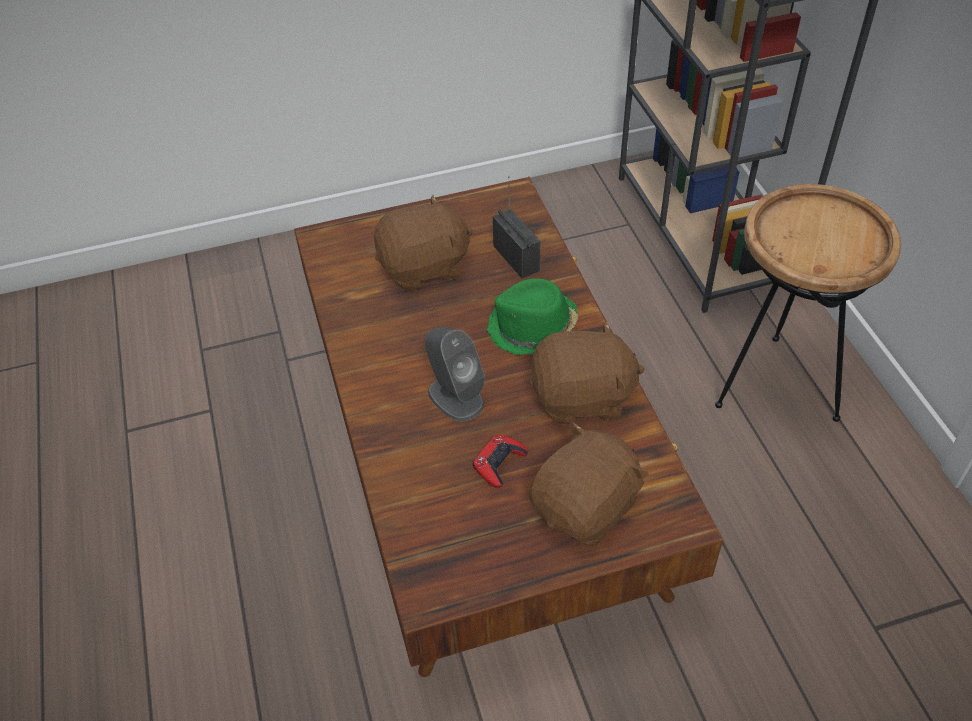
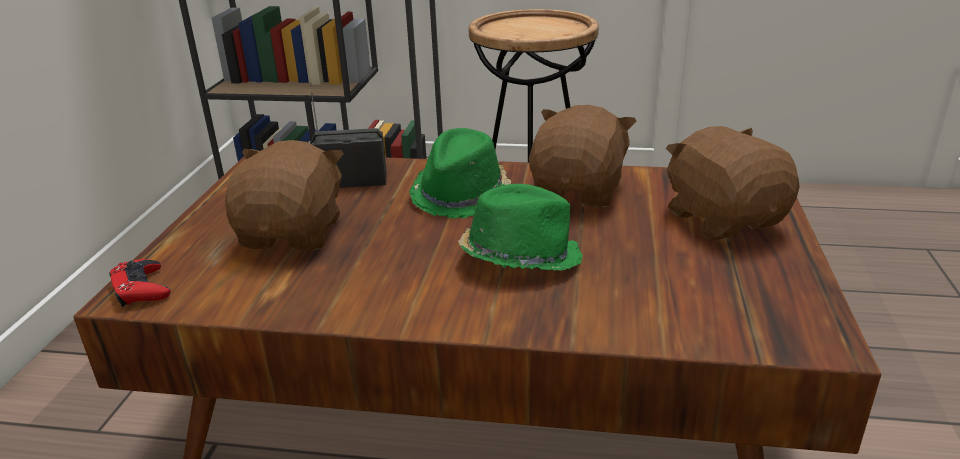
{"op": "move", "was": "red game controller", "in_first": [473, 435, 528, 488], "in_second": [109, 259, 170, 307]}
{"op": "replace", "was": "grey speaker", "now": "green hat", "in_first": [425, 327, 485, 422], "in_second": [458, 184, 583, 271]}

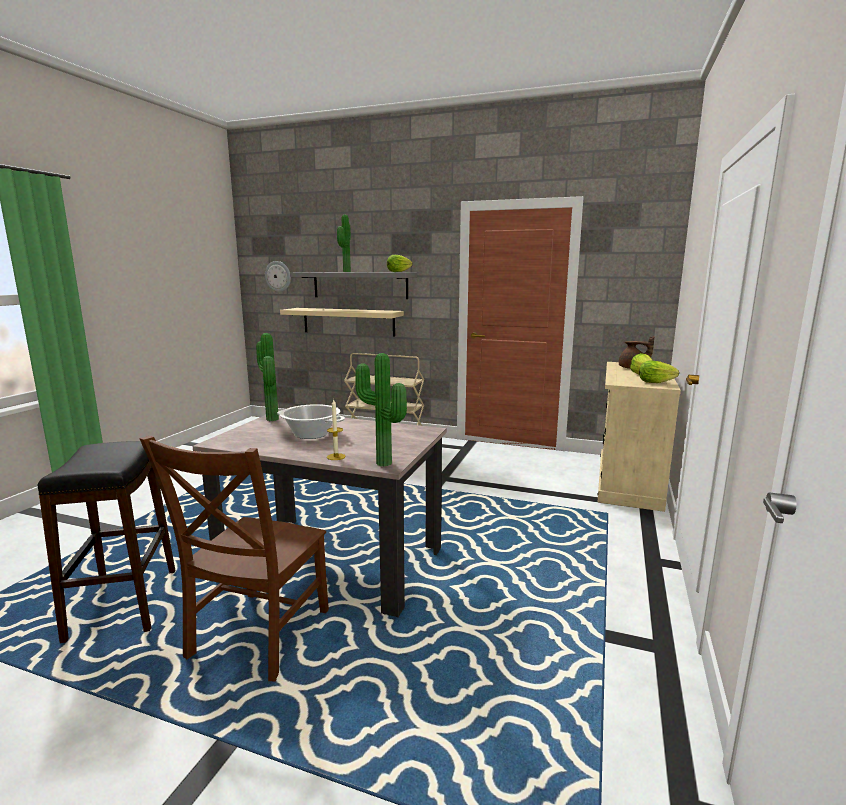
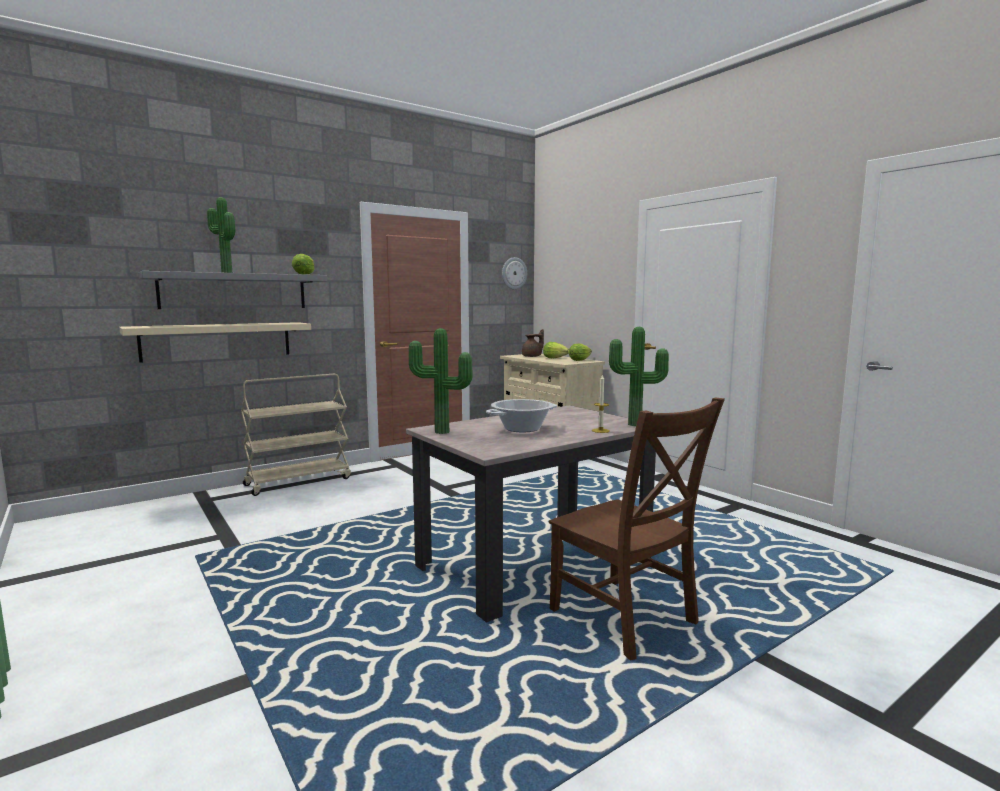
{"op": "move", "was": "wall clock", "in_first": [265, 261, 291, 292], "in_second": [502, 257, 527, 289]}
{"op": "delete", "was": "black stool", "in_first": [38, 441, 175, 643]}

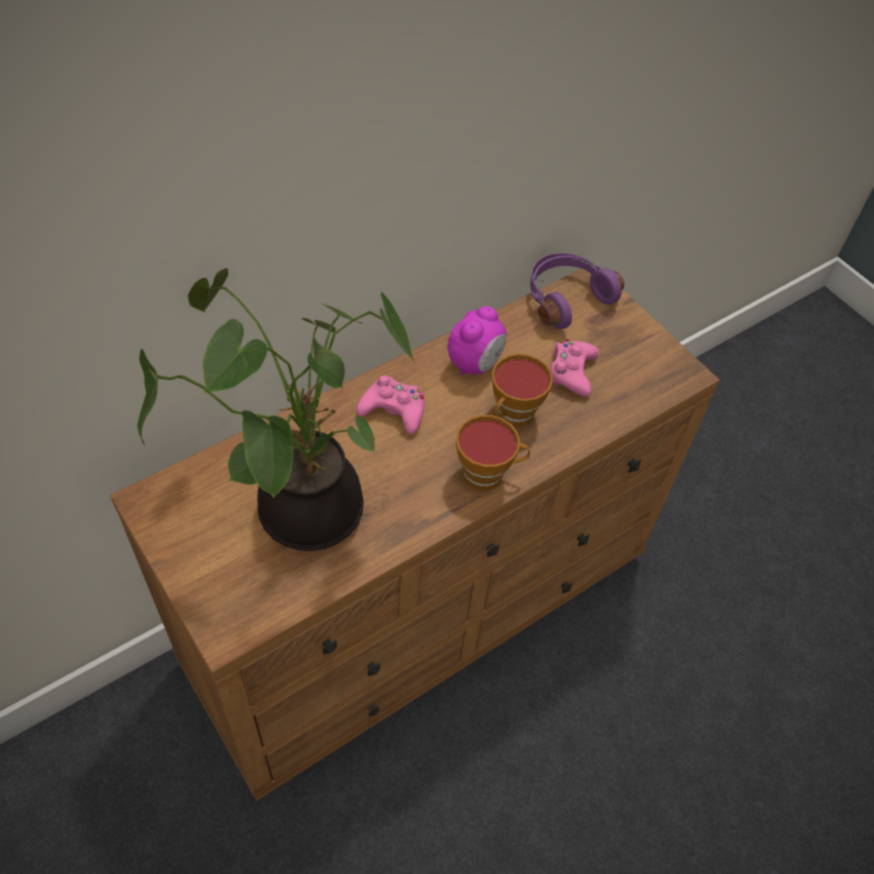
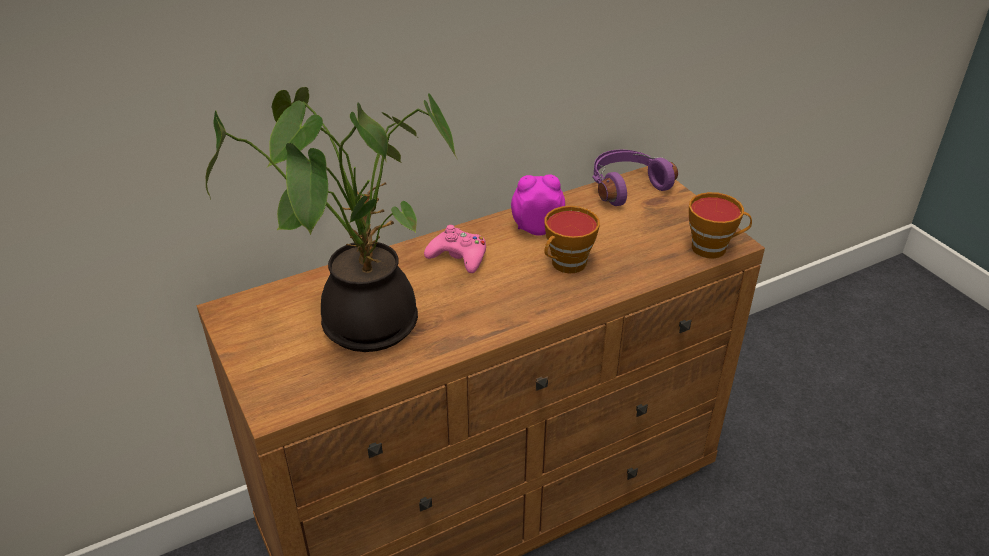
{"op": "rotate", "was": "alarm clock", "in_first": [448, 306, 507, 376], "in_second": [511, 174, 565, 236], "clockwise": -135}
{"op": "move", "was": "cup", "in_first": [456, 415, 530, 491], "in_second": [689, 192, 752, 259]}
{"op": "delete", "was": "pink game controller", "in_first": [550, 339, 599, 397]}

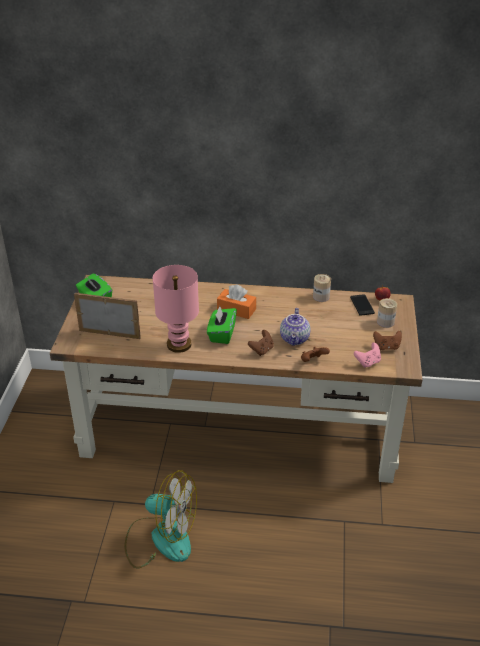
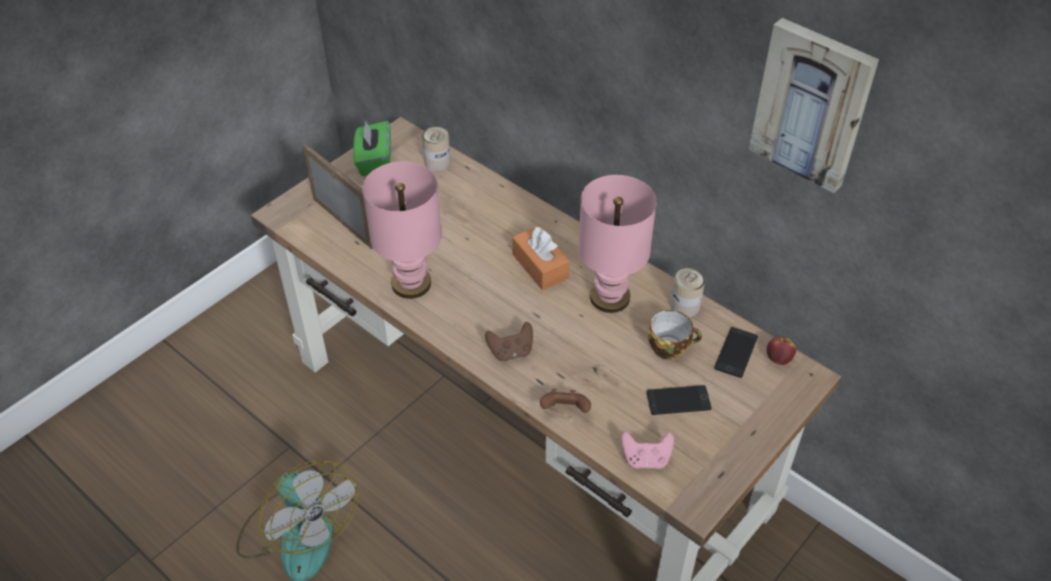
{"op": "move", "was": "can", "in_first": [377, 298, 397, 328], "in_second": [422, 127, 451, 171]}
{"op": "insert", "now": "pink table lamp", "in_second": [578, 175, 657, 313]}
{"op": "insert", "now": "phone", "in_second": [646, 385, 711, 415]}
{"op": "insert", "now": "cup", "in_second": [648, 310, 702, 360]}
{"op": "insert", "now": "picture", "in_second": [749, 18, 879, 193]}
{"op": "delete", "was": "green tissue box", "in_first": [207, 306, 237, 344]}
{"op": "delete", "was": "teapot", "in_first": [280, 308, 310, 346]}
{"op": "delete", "was": "brown game controller", "in_first": [373, 331, 402, 350]}

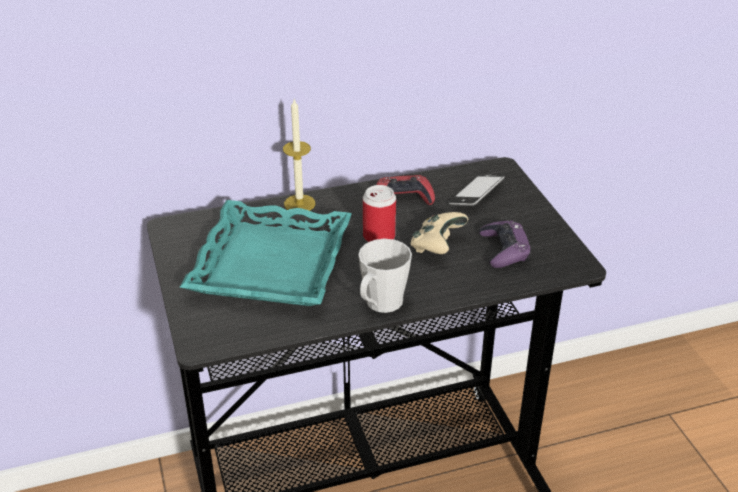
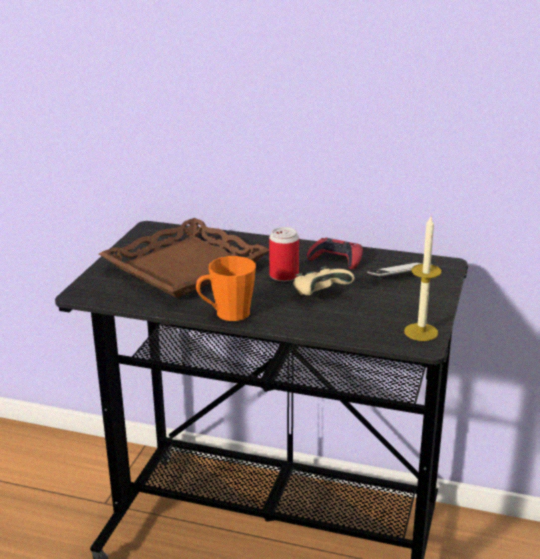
{"op": "recolor", "was": "turquoise tray", "now": "brown tray", "in_first": [180, 200, 352, 306], "in_second": [99, 218, 269, 298]}
{"op": "recolor", "was": "grey mug", "now": "orange mug", "in_first": [358, 239, 412, 313], "in_second": [196, 256, 256, 321]}
{"op": "move", "was": "candle", "in_first": [283, 99, 316, 211], "in_second": [404, 216, 441, 341]}
{"op": "delete", "was": "purple game controller", "in_first": [479, 220, 532, 268]}

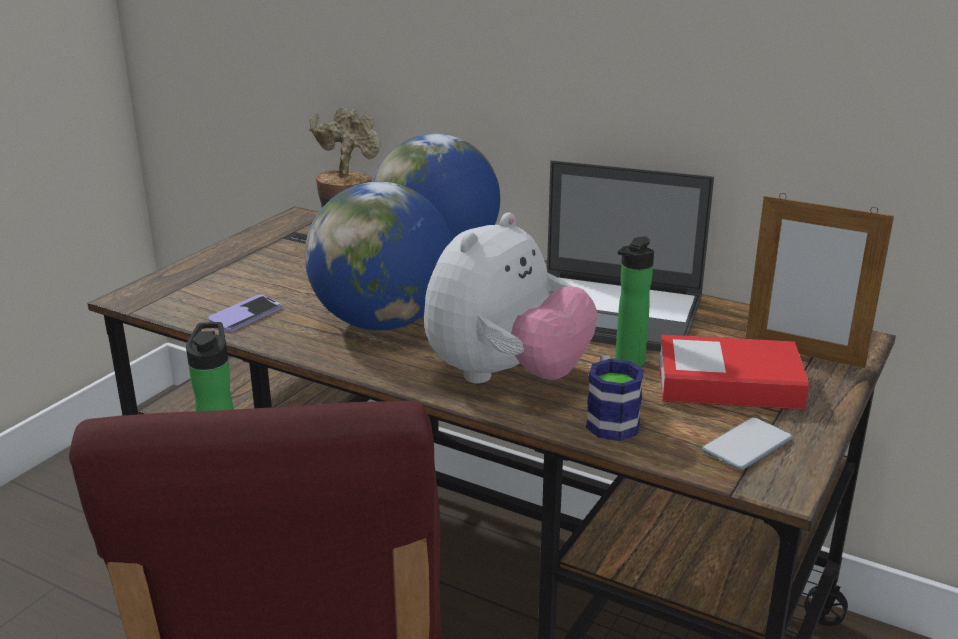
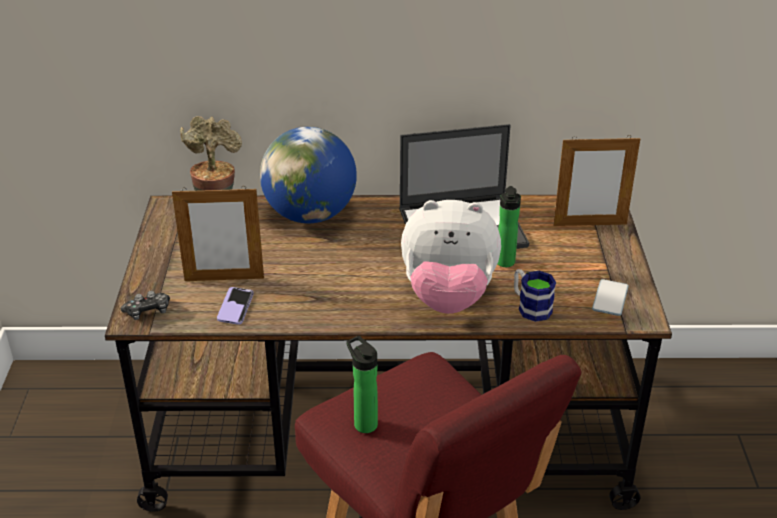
{"op": "insert", "now": "game controller", "in_second": [121, 291, 170, 320]}
{"op": "insert", "now": "picture frame", "in_second": [172, 186, 264, 281]}
{"op": "rotate", "was": "plush toy", "in_first": [424, 212, 597, 384], "in_second": [401, 200, 501, 314], "clockwise": 90}
{"op": "delete", "was": "globe", "in_first": [305, 182, 452, 330]}
{"op": "delete", "was": "book", "in_first": [659, 335, 809, 410]}

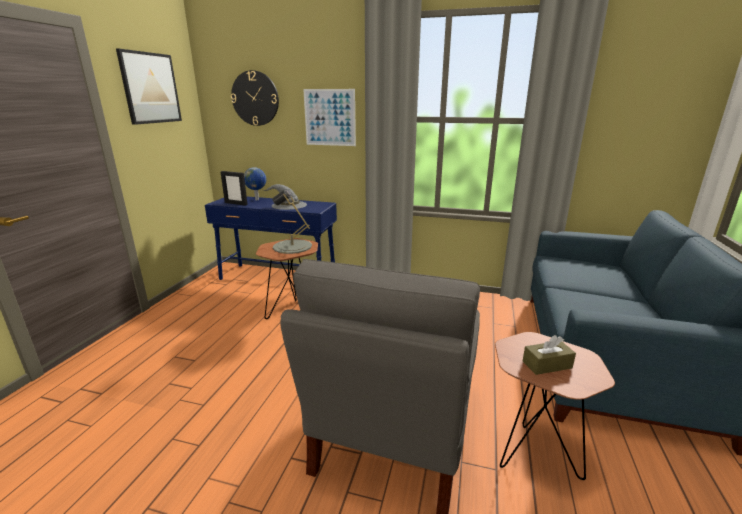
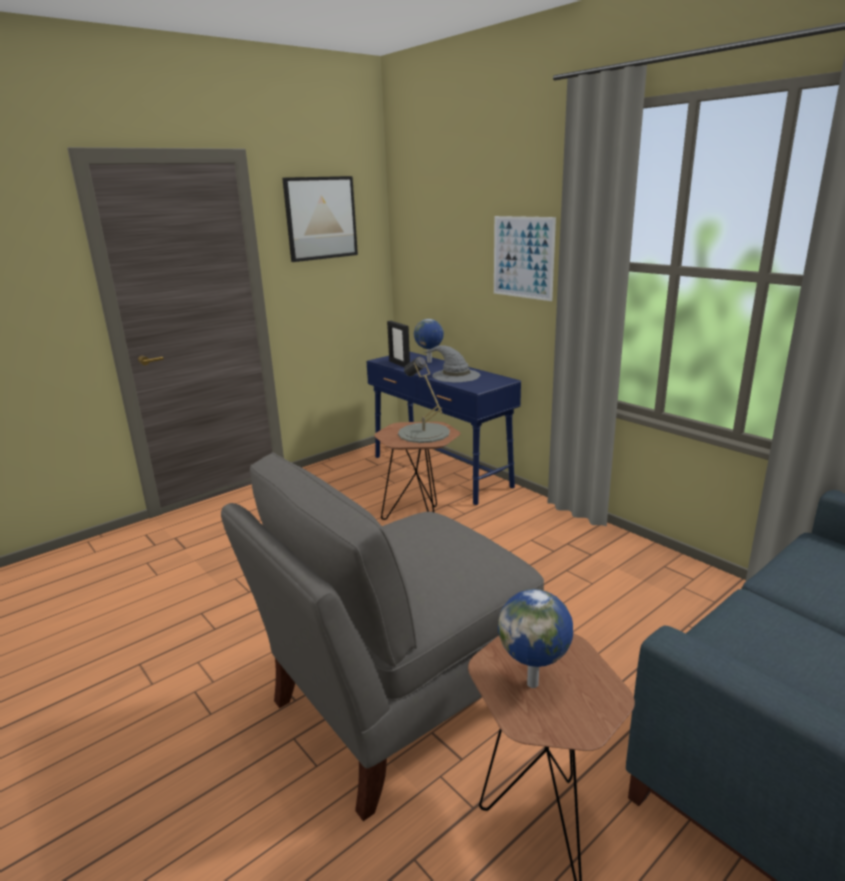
{"op": "replace", "was": "brown tissue box", "now": "globe", "in_first": [523, 335, 576, 375], "in_second": [498, 589, 573, 688]}
{"op": "delete", "was": "wall clock", "in_first": [231, 70, 279, 126]}

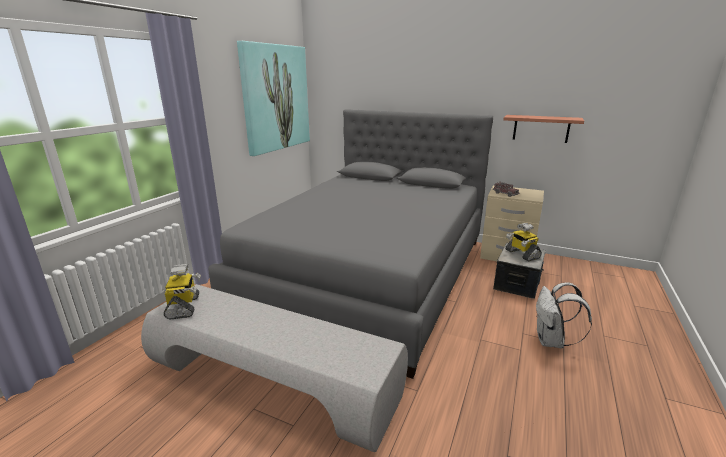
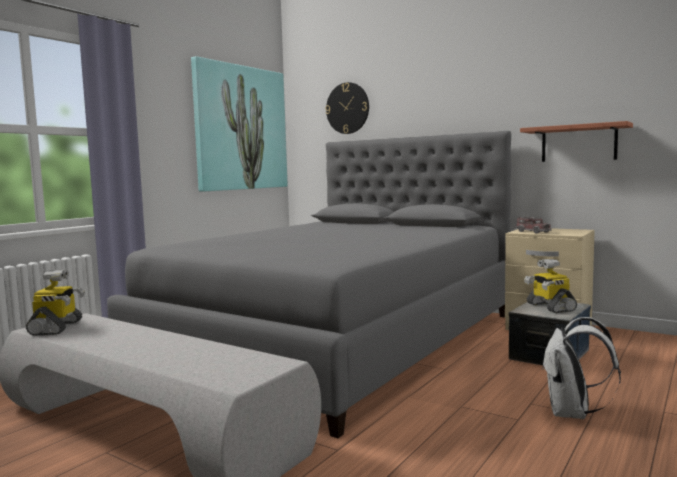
{"op": "insert", "now": "wall clock", "in_second": [325, 82, 369, 134]}

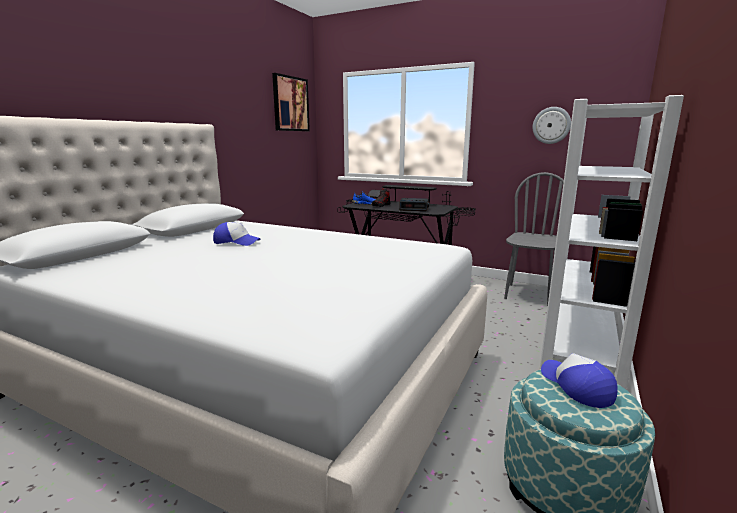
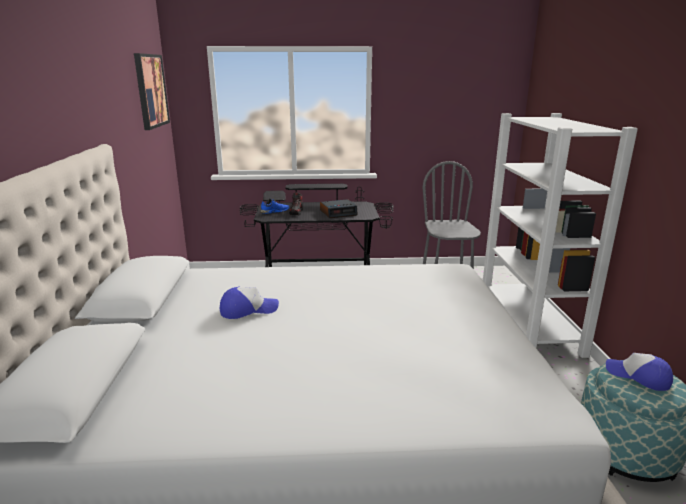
{"op": "delete", "was": "wall clock", "in_first": [533, 107, 571, 144]}

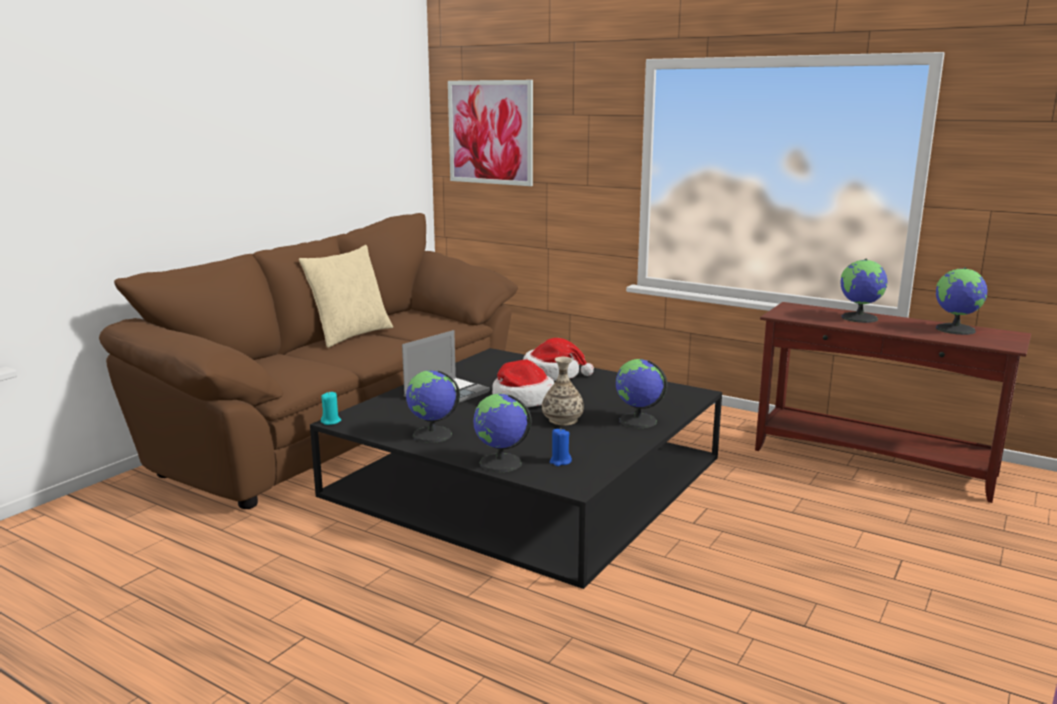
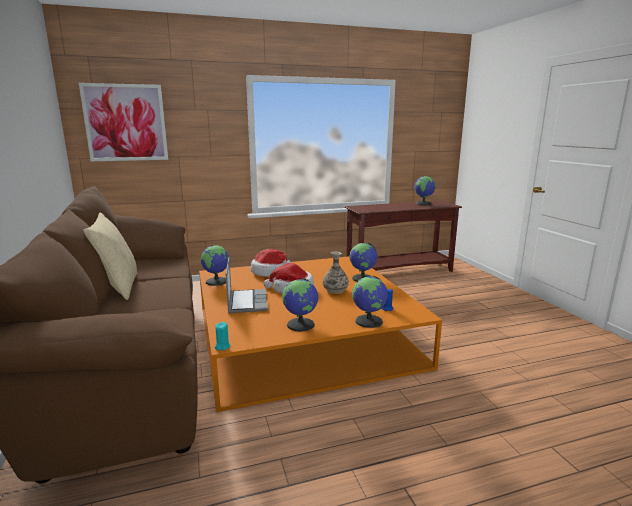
{"op": "recolor", "was": "black coffee table", "now": "orange coffee table", "in_first": [310, 348, 722, 589], "in_second": [199, 256, 442, 412]}
{"op": "move", "was": "globe", "in_first": [841, 259, 888, 323], "in_second": [201, 245, 230, 286]}

